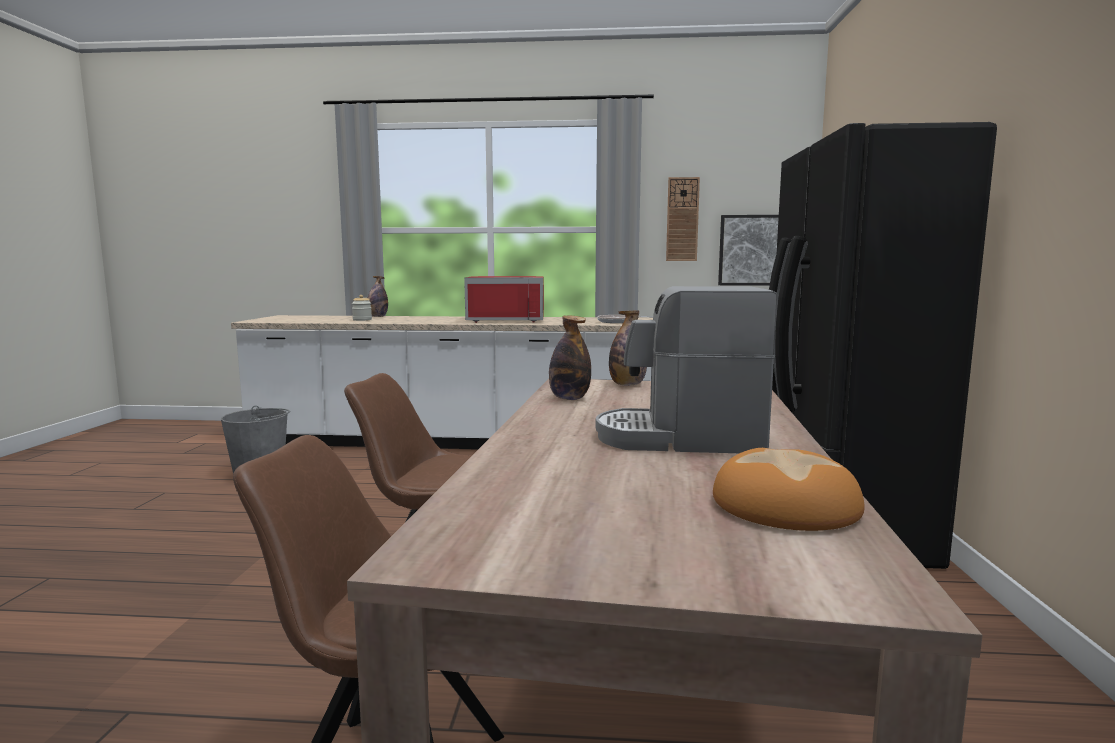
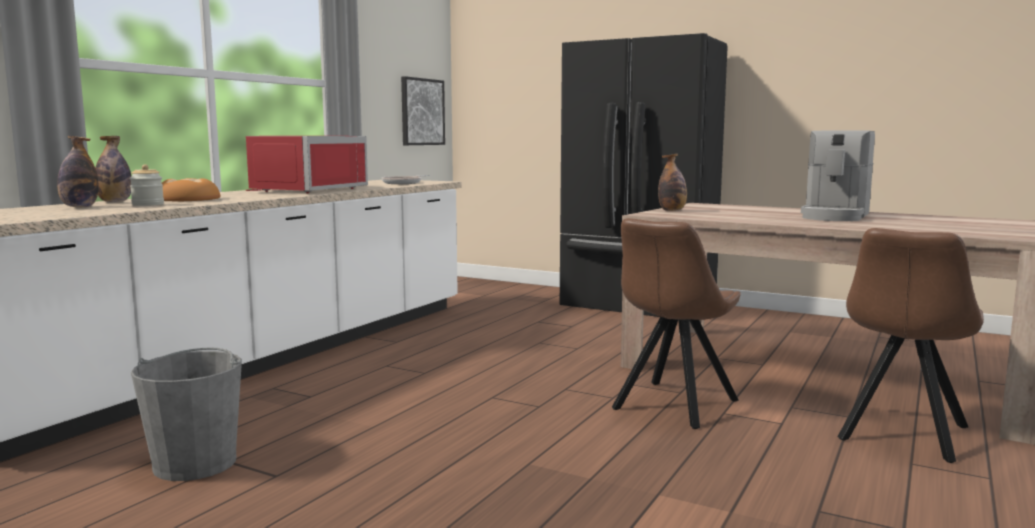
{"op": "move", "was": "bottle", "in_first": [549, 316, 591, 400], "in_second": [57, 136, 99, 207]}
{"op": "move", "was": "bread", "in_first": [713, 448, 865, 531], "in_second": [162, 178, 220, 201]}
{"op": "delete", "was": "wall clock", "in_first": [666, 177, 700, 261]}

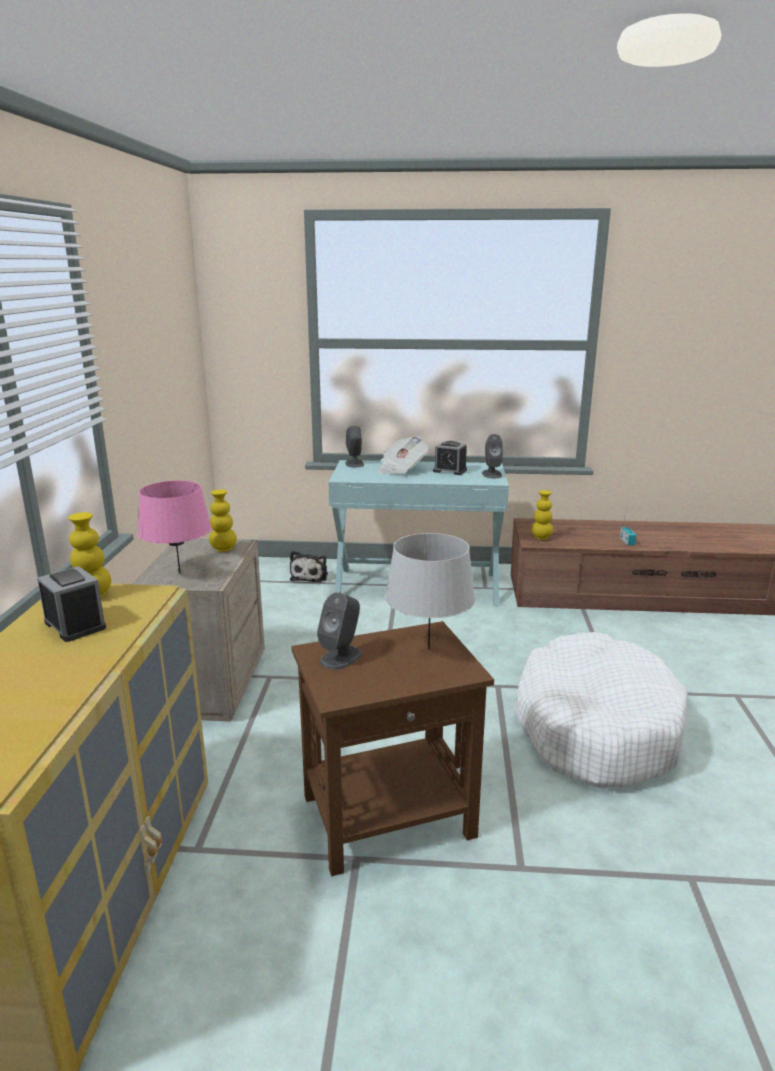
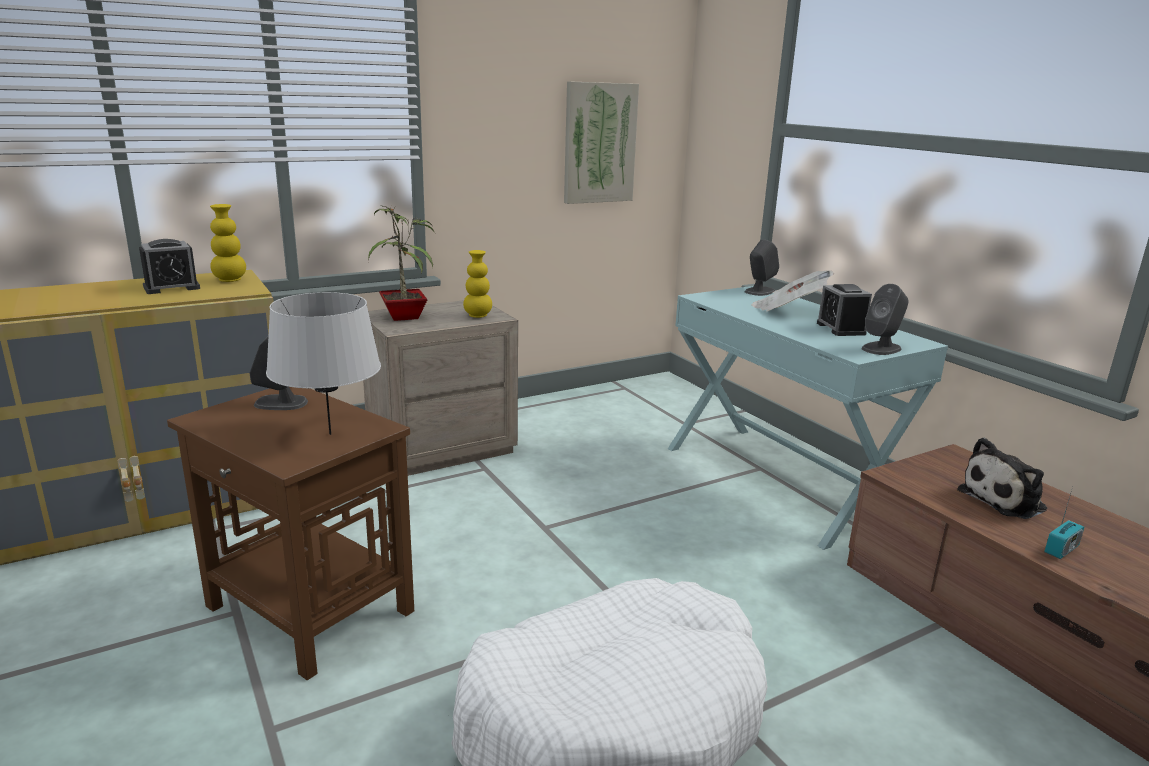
{"op": "rotate", "was": "alarm clock", "in_first": [37, 566, 106, 642], "in_second": [139, 239, 200, 294], "clockwise": 45}
{"op": "replace", "was": "pink table lamp", "now": "potted plant", "in_first": [138, 481, 212, 574], "in_second": [368, 205, 434, 321]}
{"op": "insert", "now": "picture", "in_second": [564, 81, 639, 204]}
{"op": "move", "was": "plush toy", "in_first": [290, 551, 328, 583], "in_second": [957, 438, 1047, 519]}
{"op": "delete", "was": "yellow vase", "in_first": [531, 490, 553, 540]}

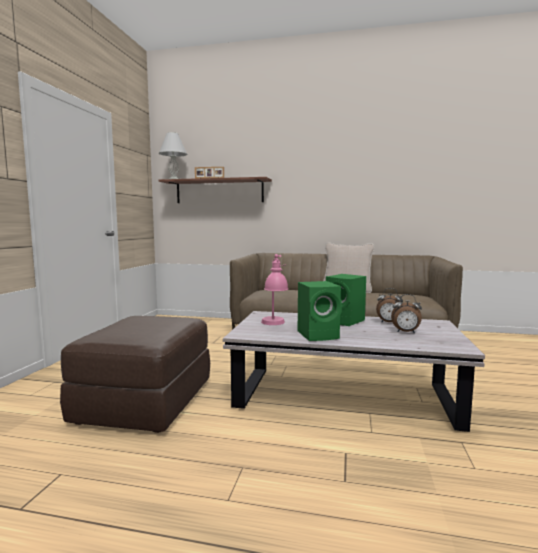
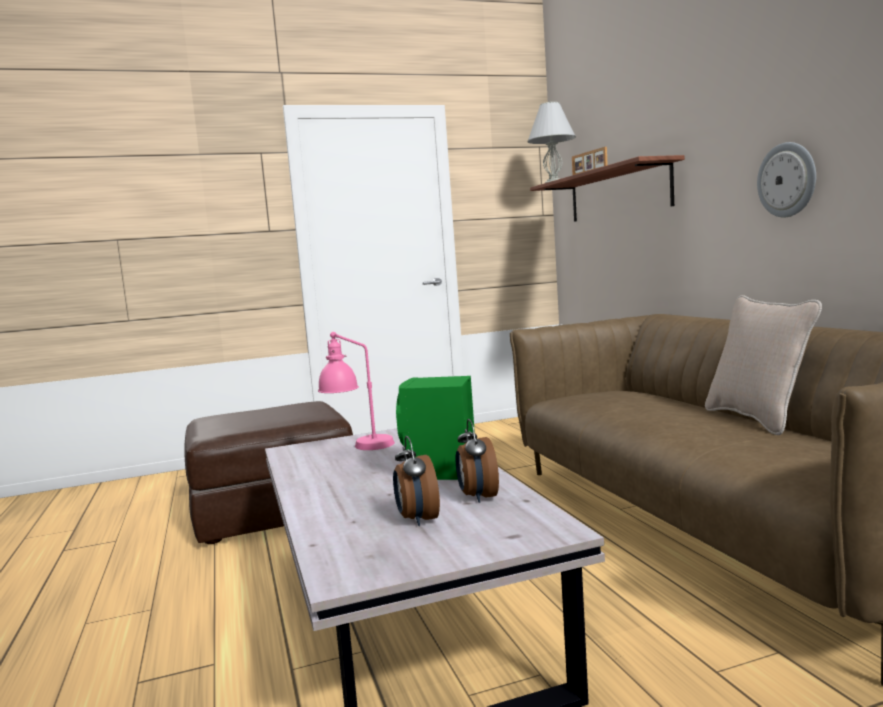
{"op": "insert", "now": "wall clock", "in_second": [757, 142, 816, 218]}
{"op": "delete", "was": "green speaker", "in_first": [298, 281, 342, 341]}

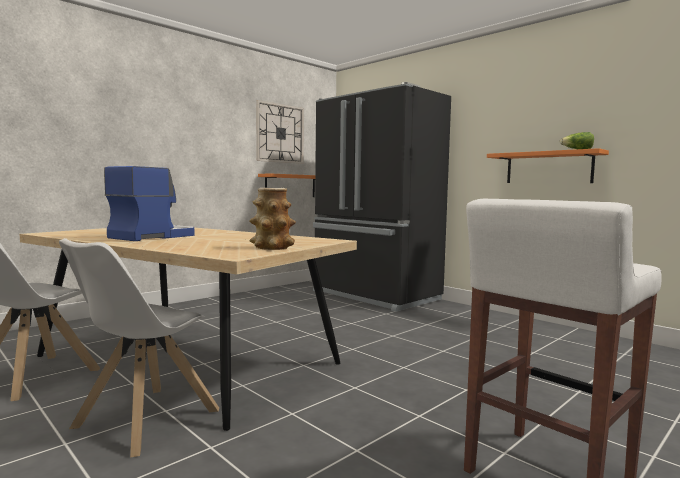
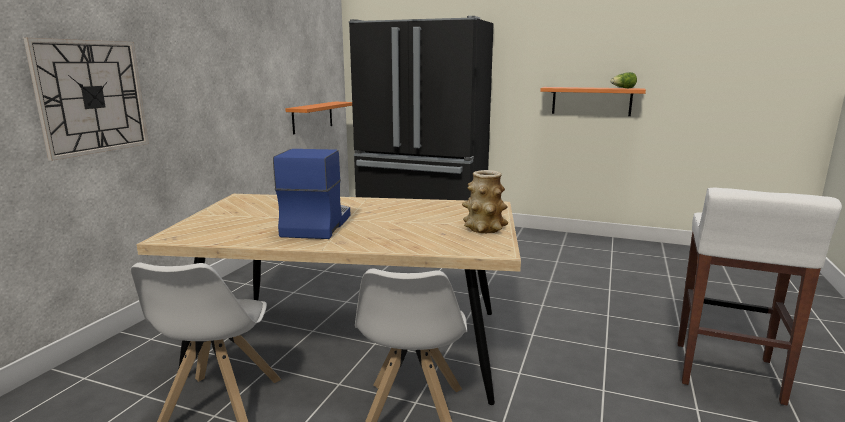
{"op": "move", "was": "wall clock", "in_first": [256, 100, 304, 164], "in_second": [23, 38, 149, 161]}

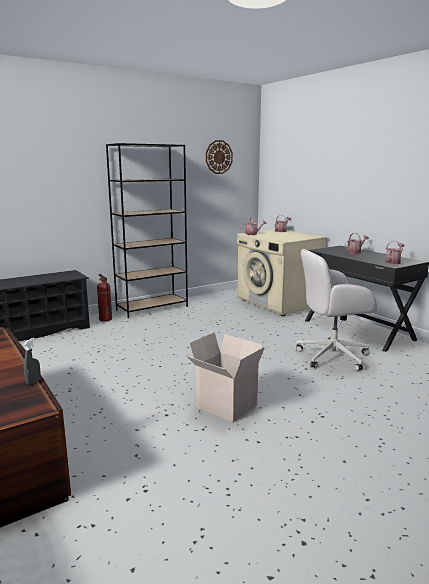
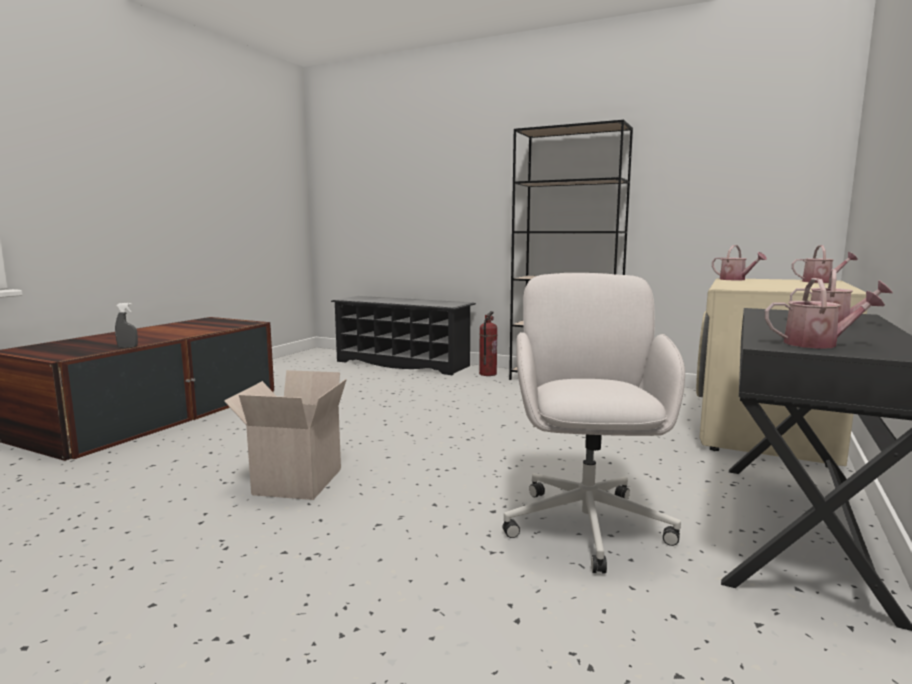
{"op": "rotate", "was": "white office chair", "in_first": [296, 249, 377, 371], "in_second": [503, 273, 685, 574], "clockwise": 45}
{"op": "delete", "was": "wall clock", "in_first": [206, 140, 233, 174]}

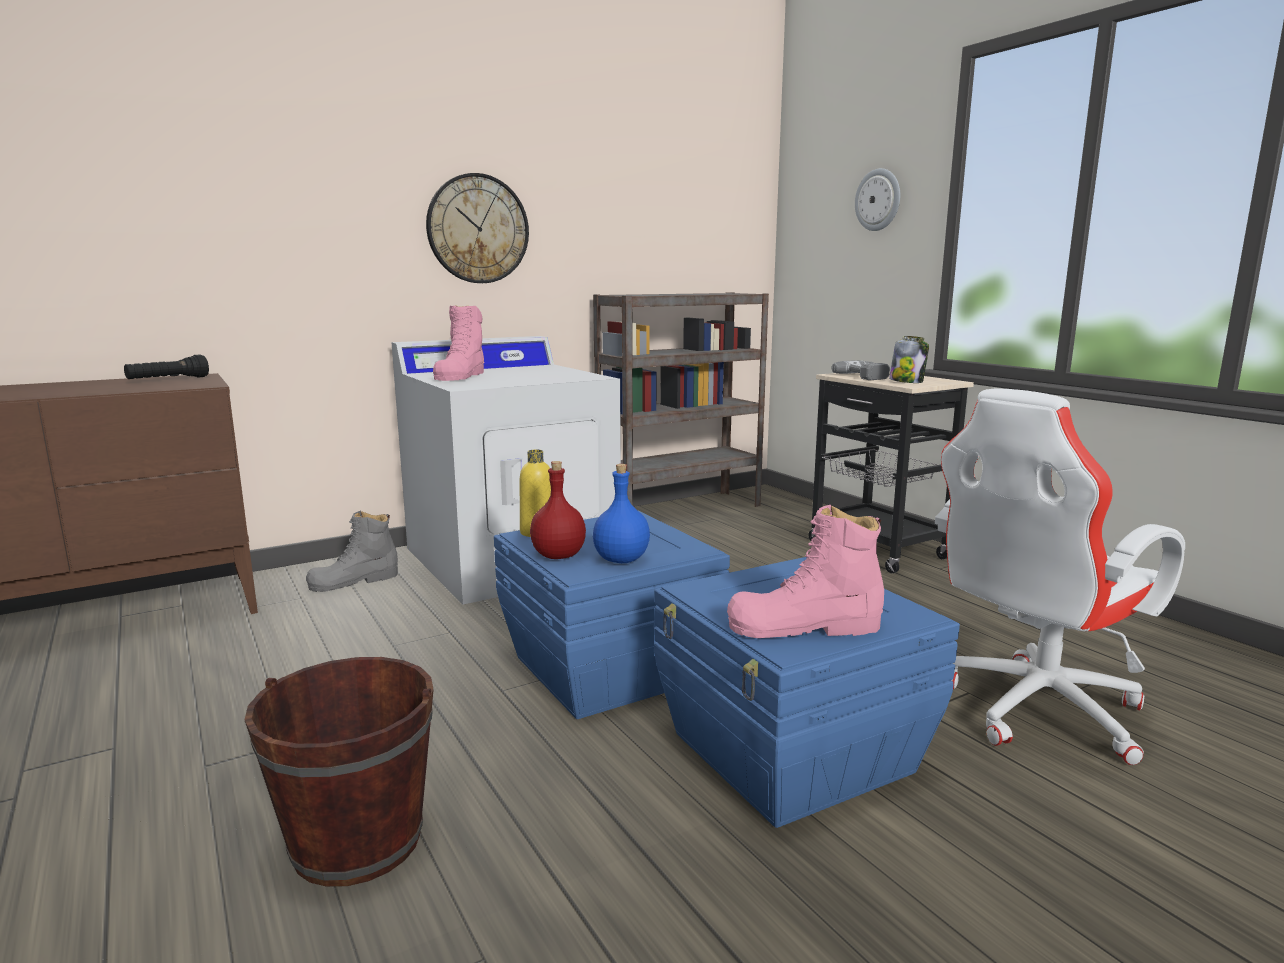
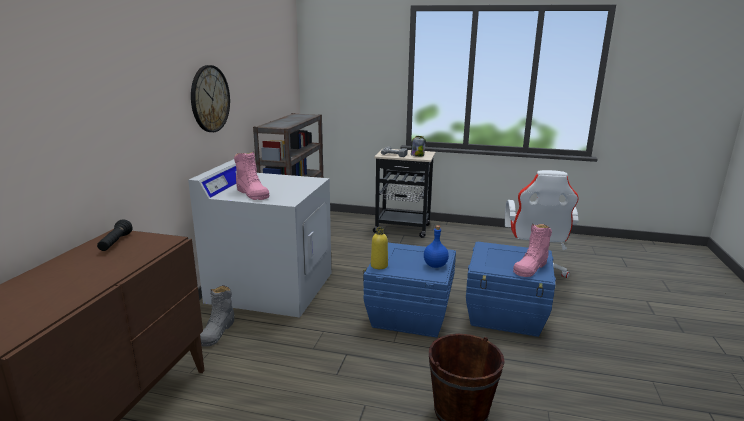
{"op": "delete", "was": "red bottle", "in_first": [530, 461, 586, 559]}
{"op": "delete", "was": "wall clock", "in_first": [855, 168, 900, 231]}

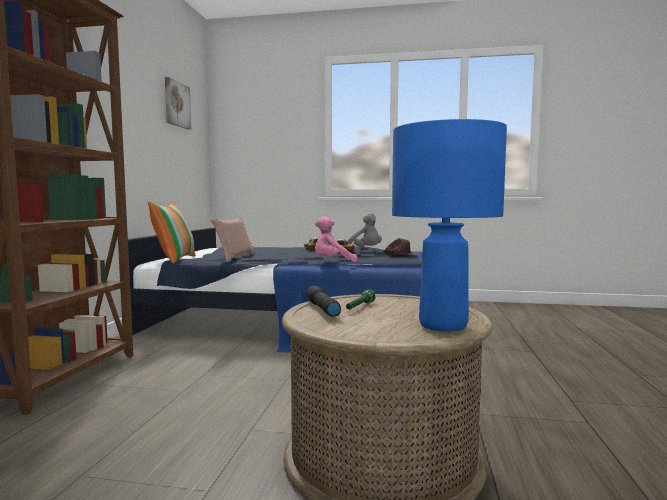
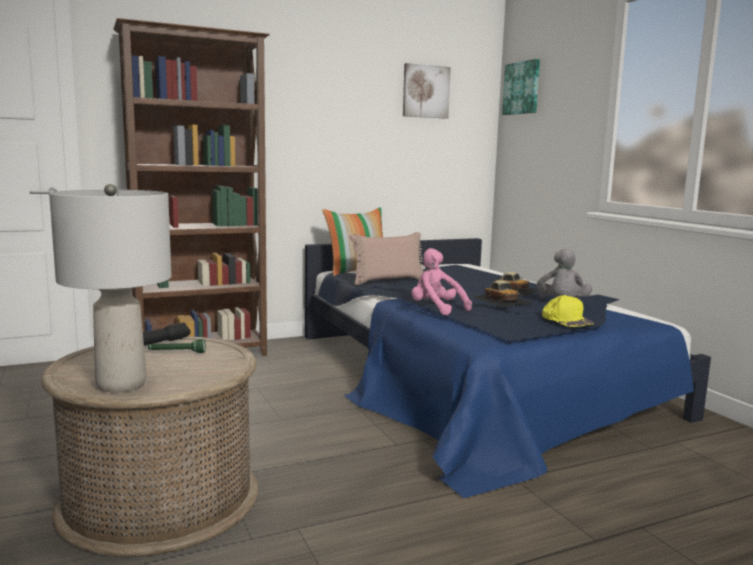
{"op": "recolor", "was": "blue table lamp", "now": "grey table lamp", "in_first": [392, 119, 507, 332], "in_second": [49, 184, 172, 392]}
{"op": "insert", "now": "picture", "in_second": [502, 59, 540, 115]}
{"op": "recolor", "was": "brown cap", "now": "yellow cap", "in_first": [383, 238, 419, 256], "in_second": [542, 295, 594, 327]}

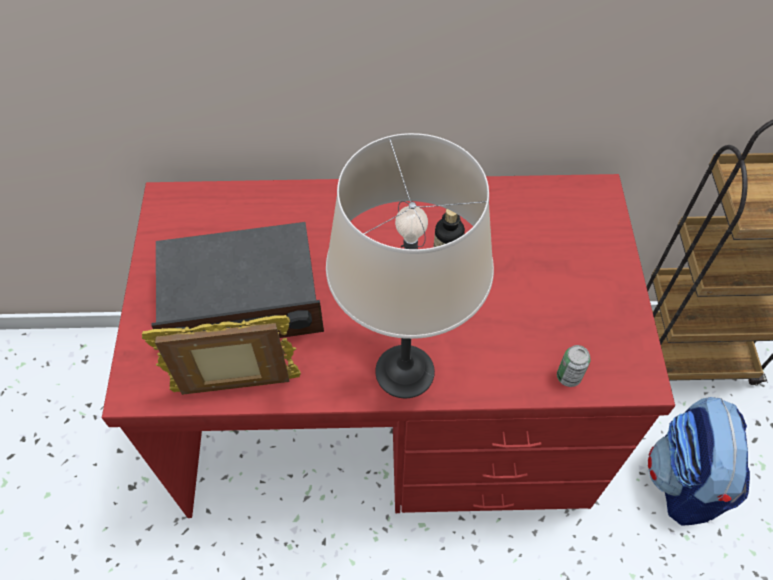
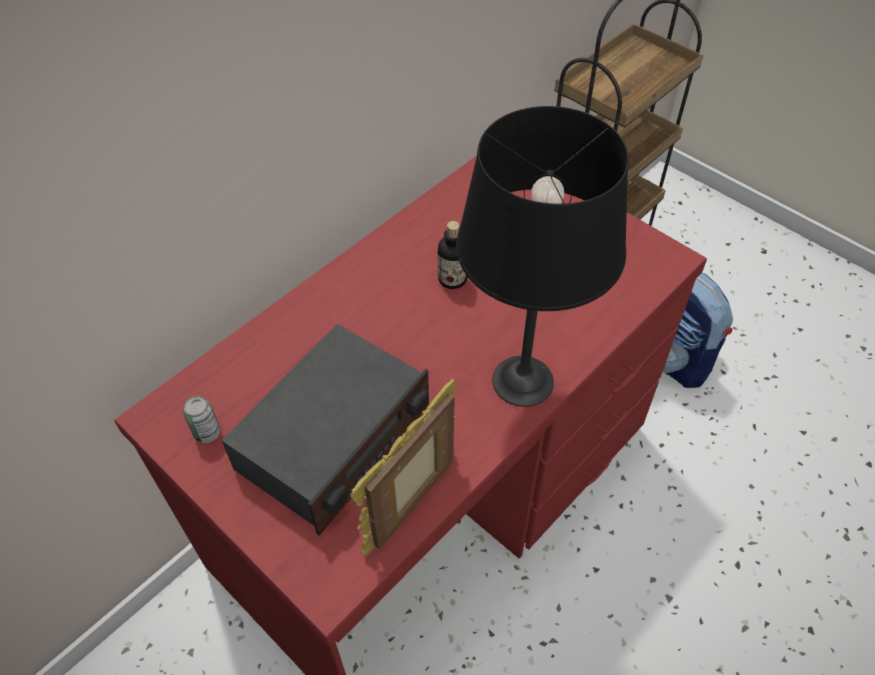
{"op": "move", "was": "can", "in_first": [557, 345, 591, 387], "in_second": [183, 396, 220, 443]}
{"op": "recolor", "was": "beige table lamp", "now": "black table lamp", "in_first": [326, 133, 494, 398], "in_second": [456, 106, 629, 407]}

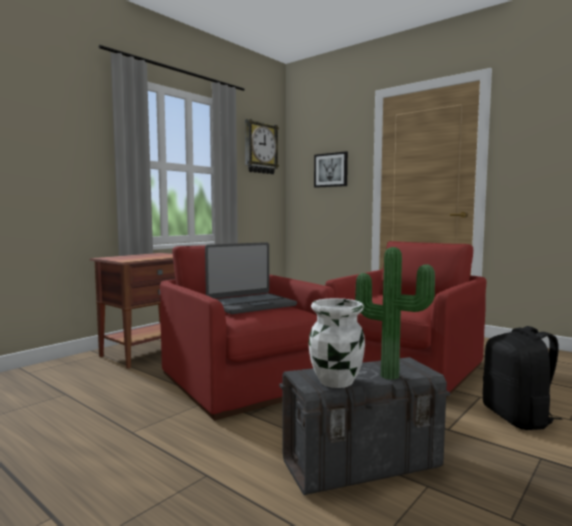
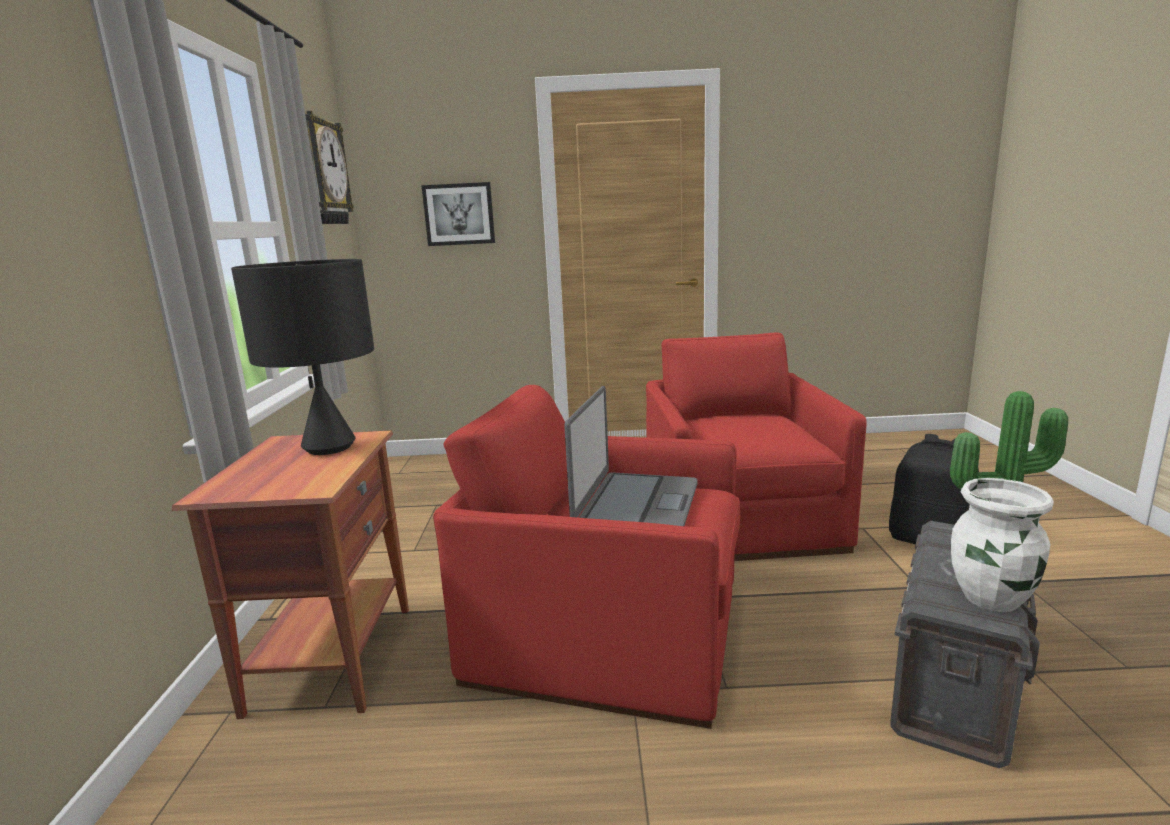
{"op": "insert", "now": "black table lamp", "in_second": [231, 259, 374, 455]}

